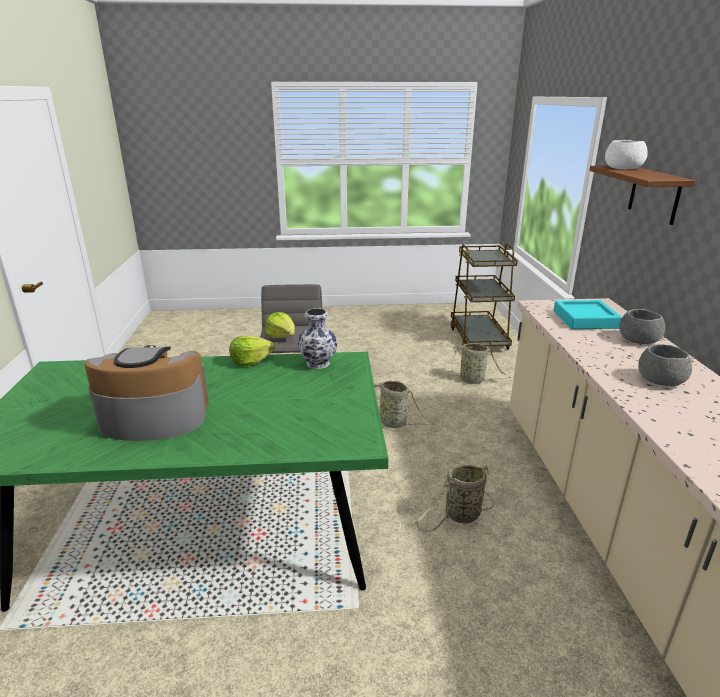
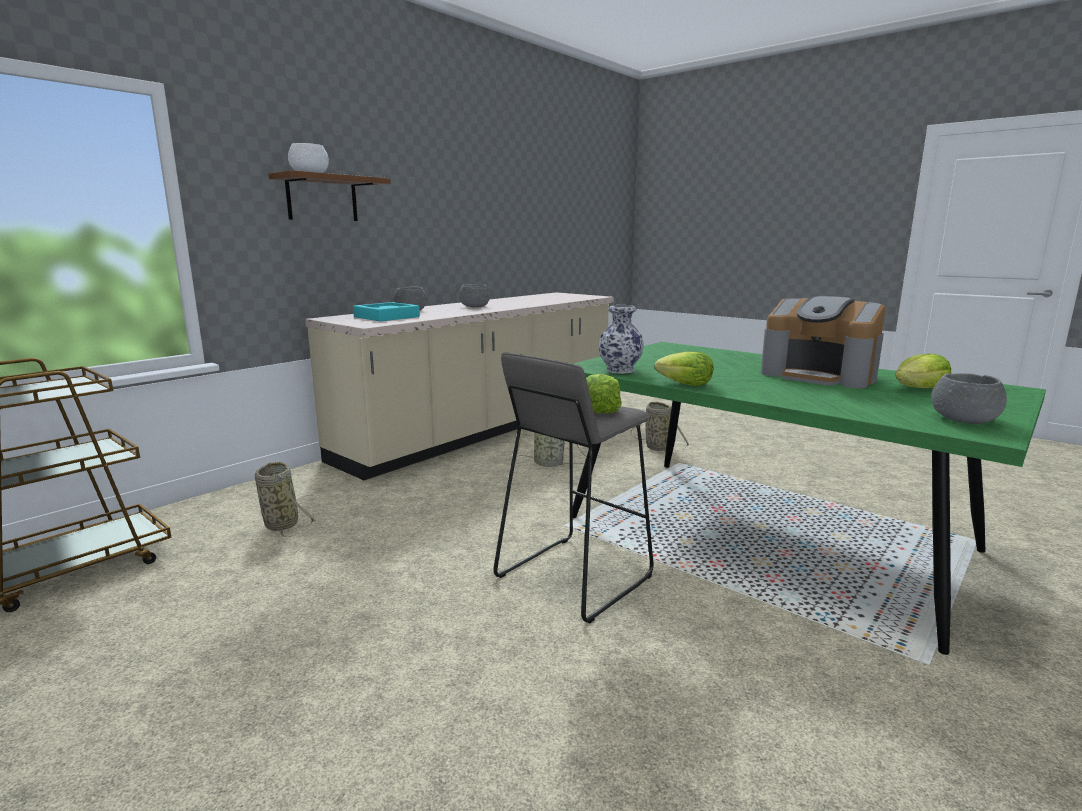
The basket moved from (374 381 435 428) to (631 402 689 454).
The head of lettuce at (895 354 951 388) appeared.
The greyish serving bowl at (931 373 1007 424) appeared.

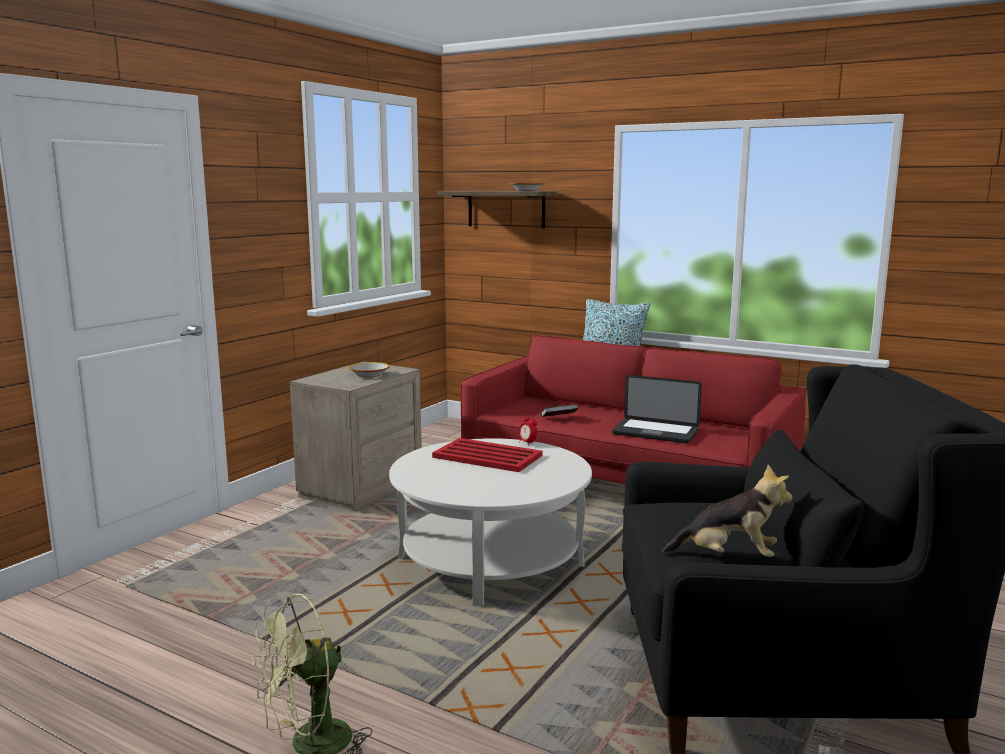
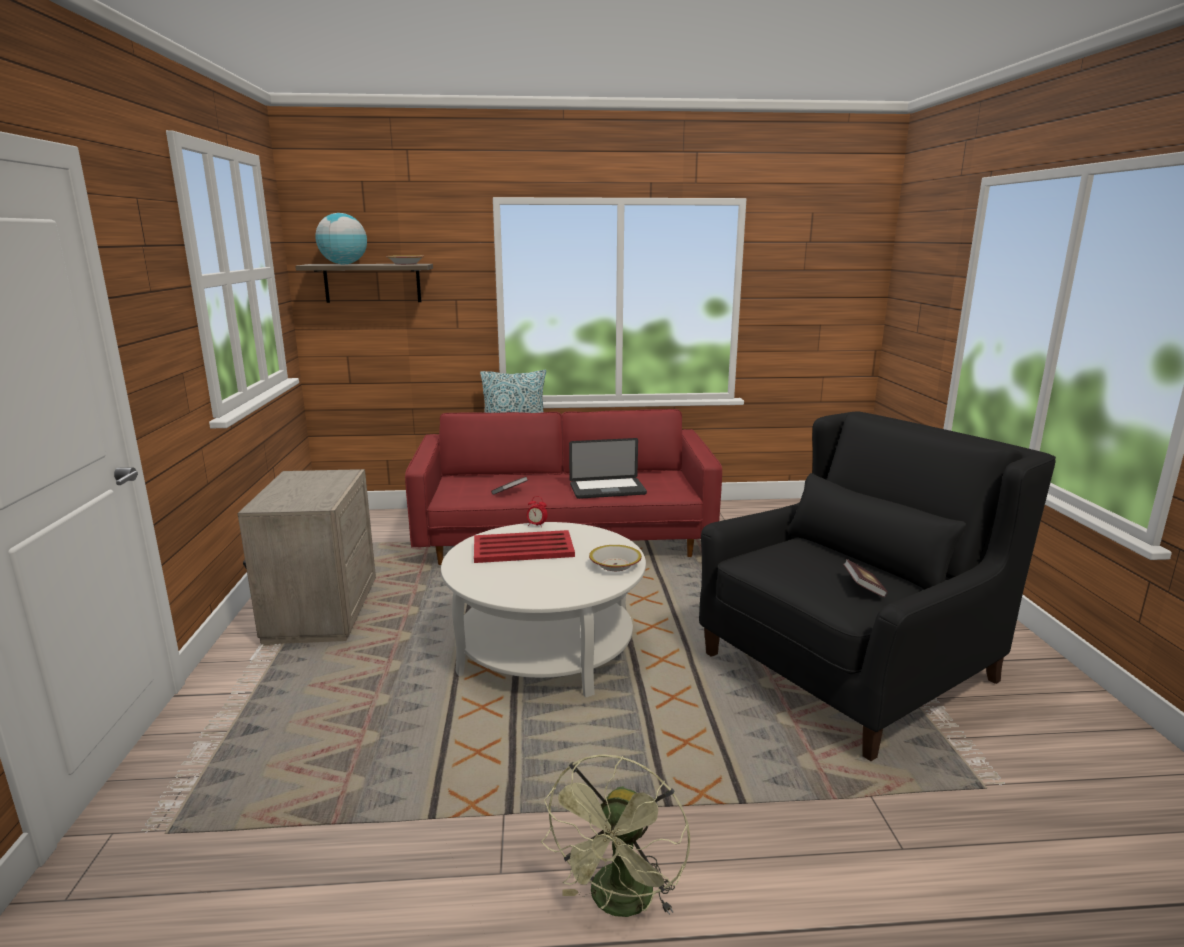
The serving bowl moved from (348 362 390 377) to (589 545 642 571).
The cuddly toy at (662 465 792 557) was replaced by the book at (843 559 888 597).
The globe at (315 213 367 264) appeared.

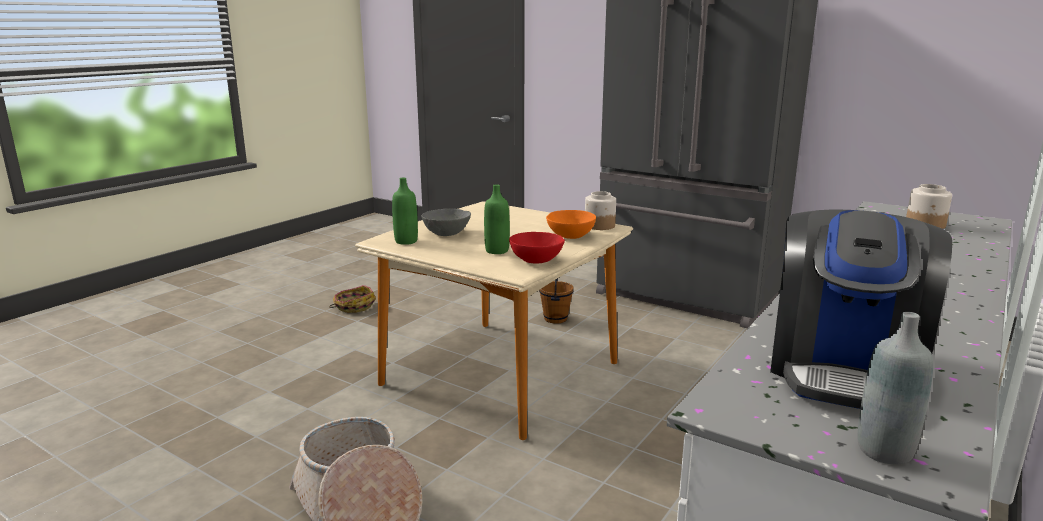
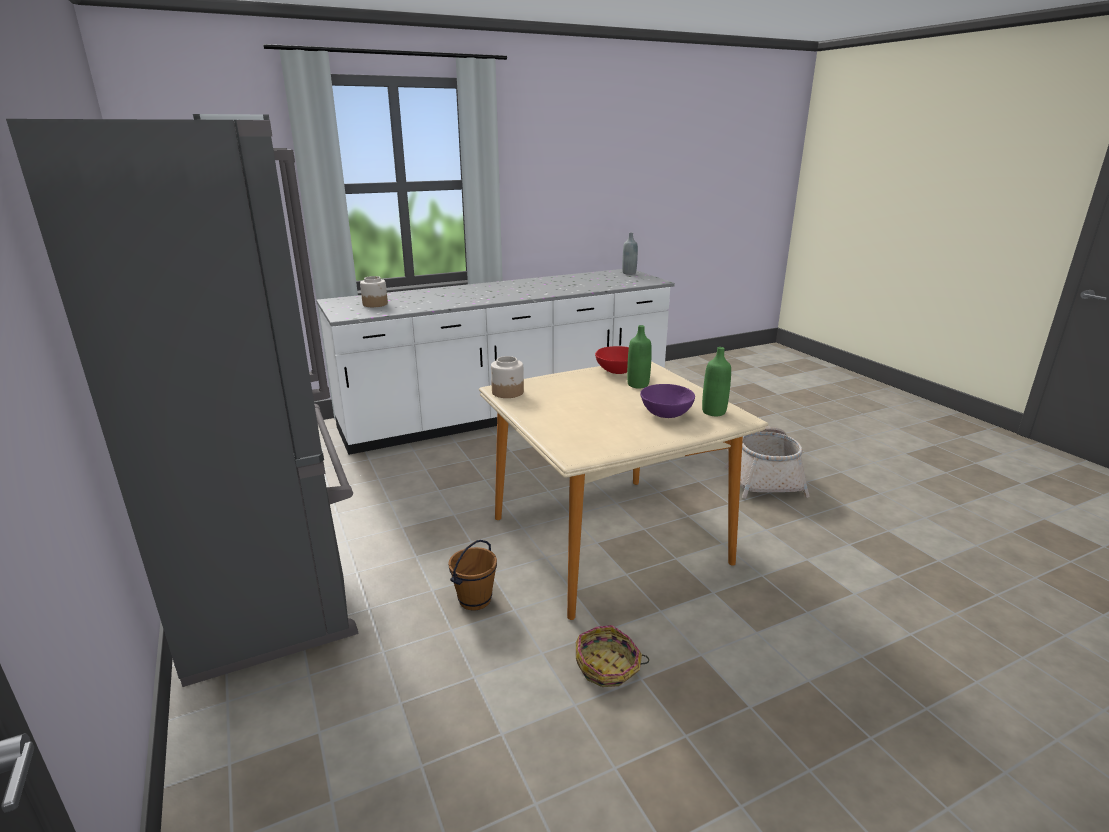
The basket moved from (329 285 376 313) to (576 625 649 687).
The greyish serving bowl at (422 209 471 236) became the purple serving bowl at (640 384 695 418).
The orange serving bowl at (546 210 596 239) disappeared.
The coffee machine at (770 209 952 409) disappeared.

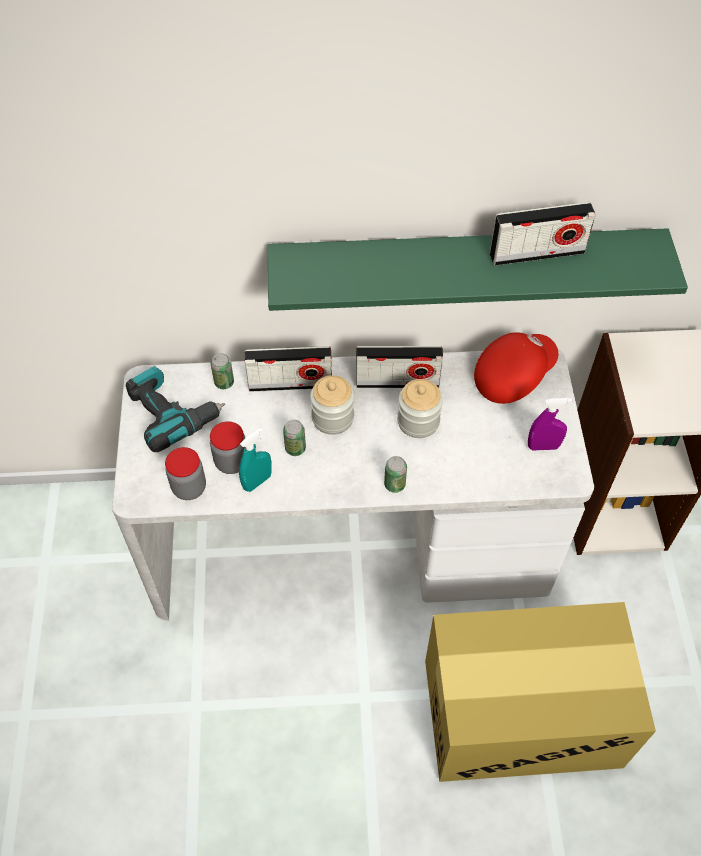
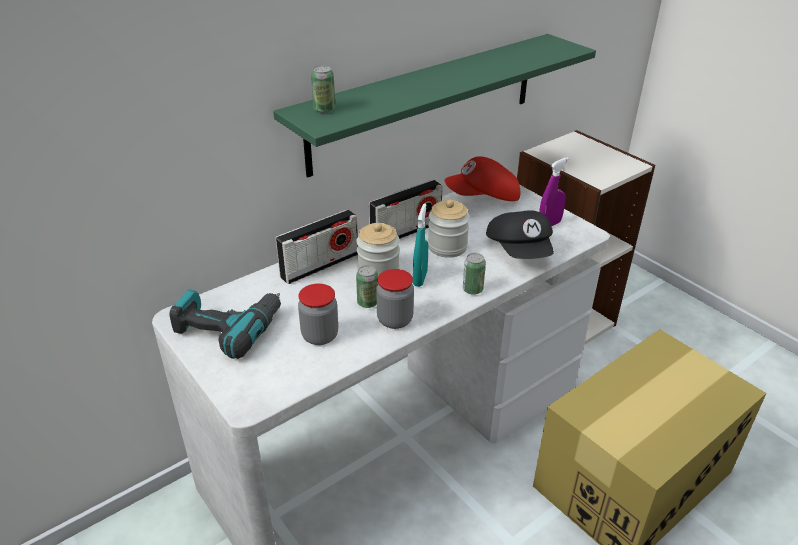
The jar moved from (165 447 206 500) to (376 269 414 329).
The metal can moved from (211 353 234 389) to (311 66 335 113).
The turquoise-coloured sprayer moved from (239 428 272 492) to (413 203 428 287).
The red-coloured baseball cap at (474 332 558 404) turned 120 degrees counterclockwise.
The radio set at (490 202 596 266) disappeared.
The black baseball cap at (486 210 554 259) appeared.

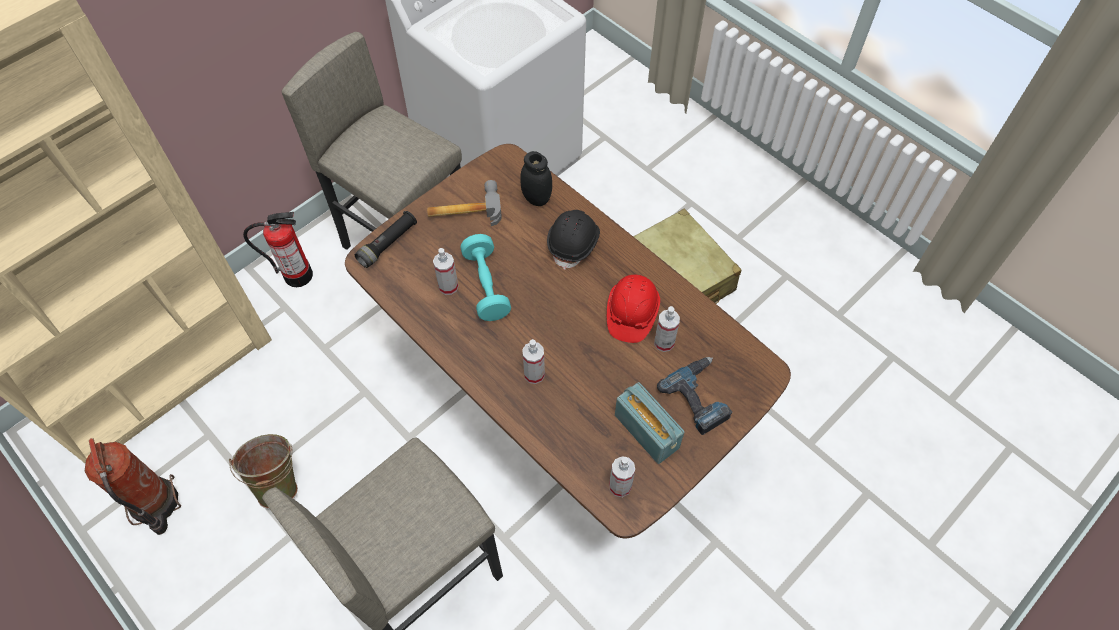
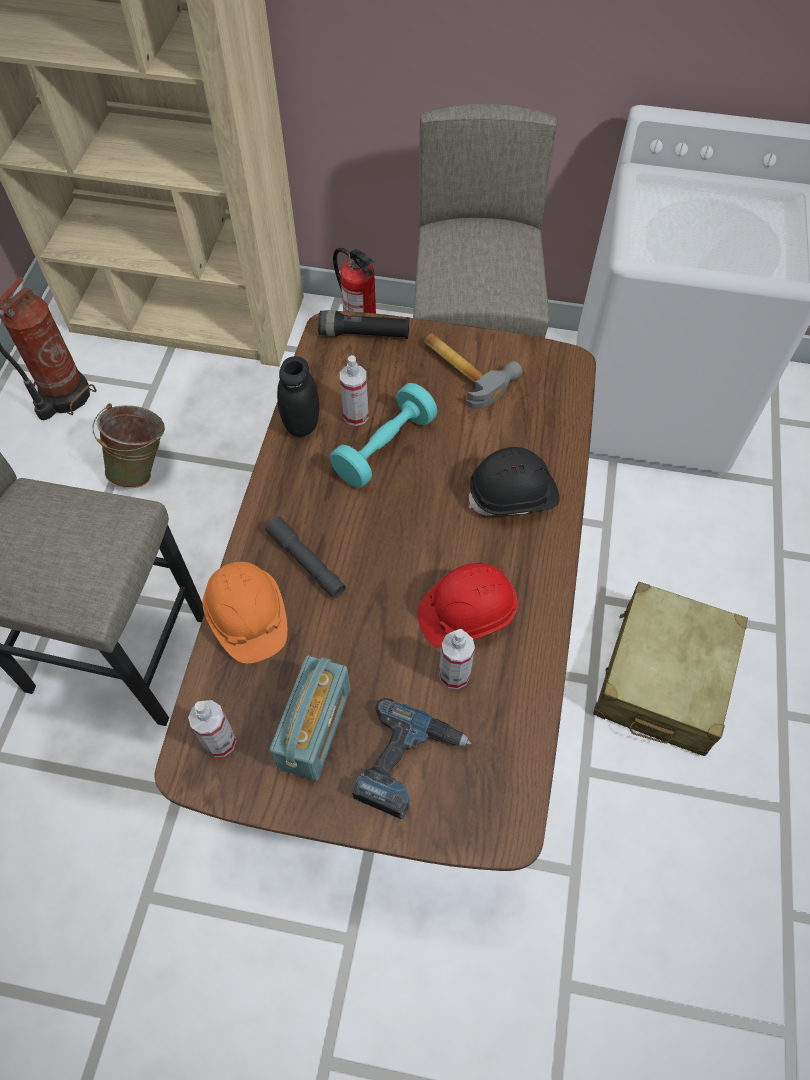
The black jar moved from (520 151 552 206) to (277 356 319 437).
The sprayer at (522 339 545 384) was replaced by the greyish torch at (265 516 346 598).
The orange safety helmet at (202 562 287 663) appeared.

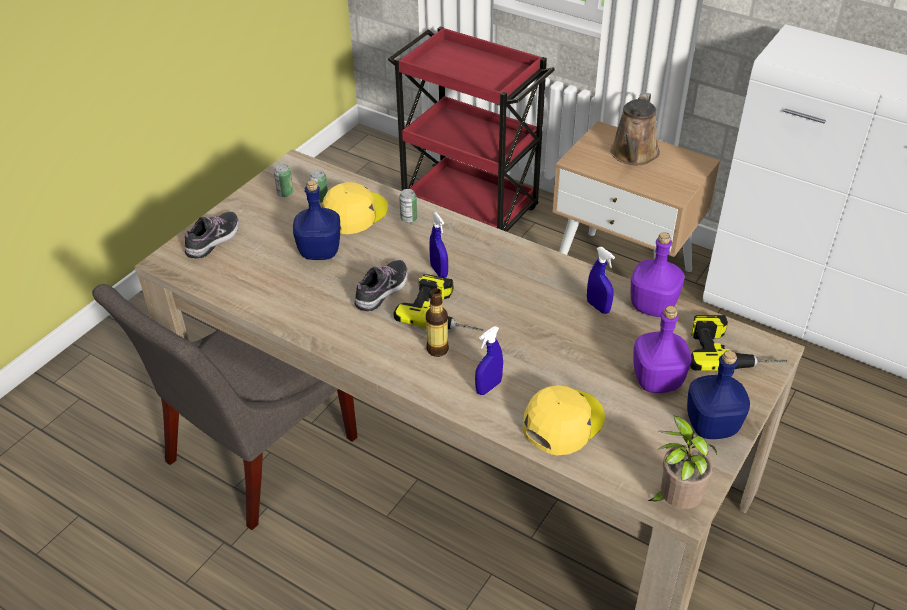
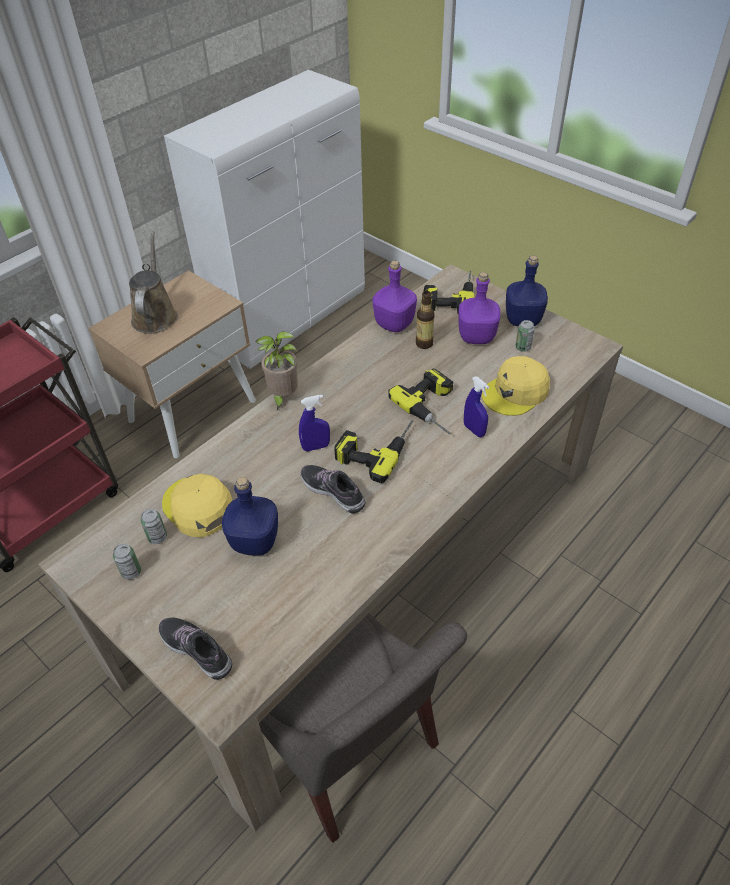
The metal can moved from (399 189 417 223) to (515 320 535 352).
The beverage bottle moved from (426 288 449 357) to (416 291 435 349).
The yellow baseball cap at (523 385 605 455) turned 90 degrees counterclockwise.
The bluish sprayer at (587 247 615 314) disappeared.
The brownish watering pot at (610 92 660 165) turned 120 degrees counterclockwise.
The houseplant moved from (648 416 717 509) to (256 332 298 410).
The power drill at (388 368 453 434) appeared.

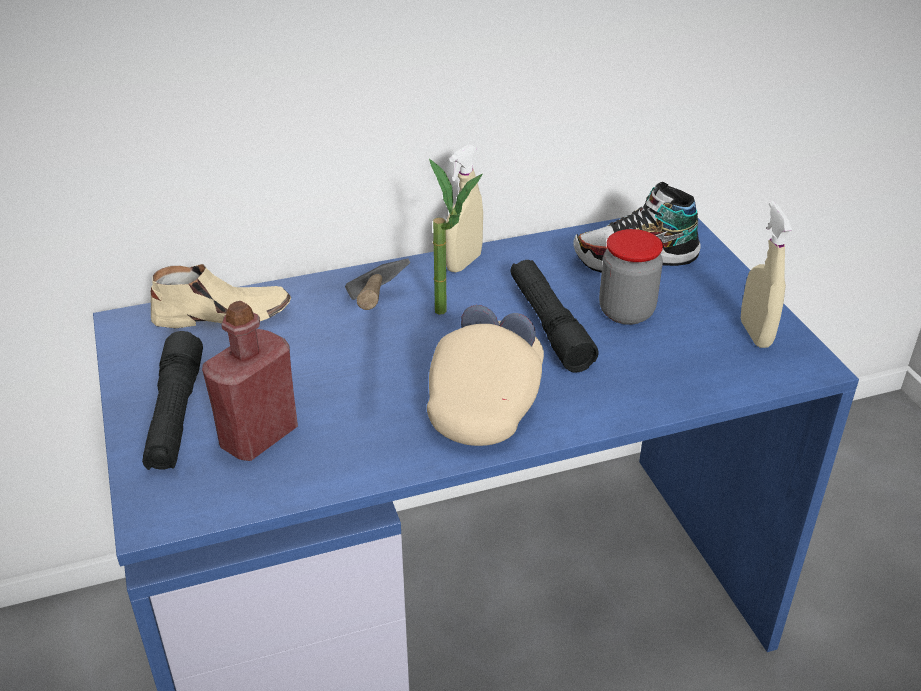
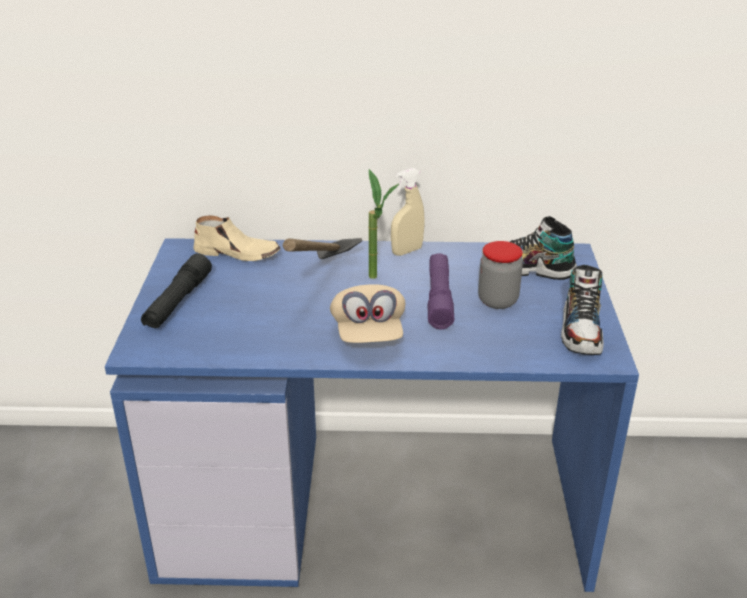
The red-coloured beverage bottle at (202 301 298 461) disappeared.
The beige baseball cap at (427 305 544 446) turned 135 degrees clockwise.
The black torch at (510 260 598 373) became the purple torch at (428 253 454 330).
The beige sprayer at (741 201 792 348) was replaced by the item of footwear at (561 265 604 355).

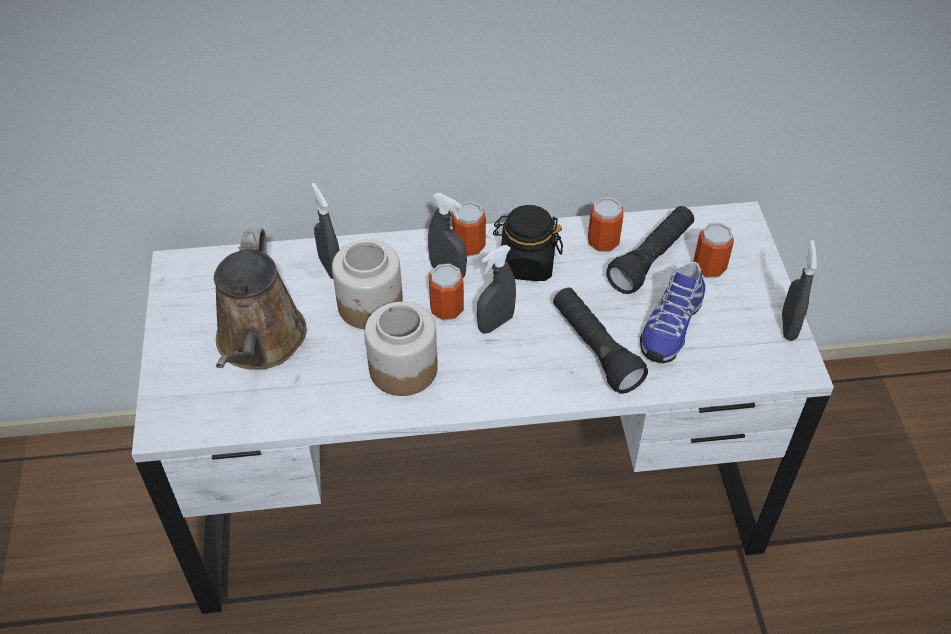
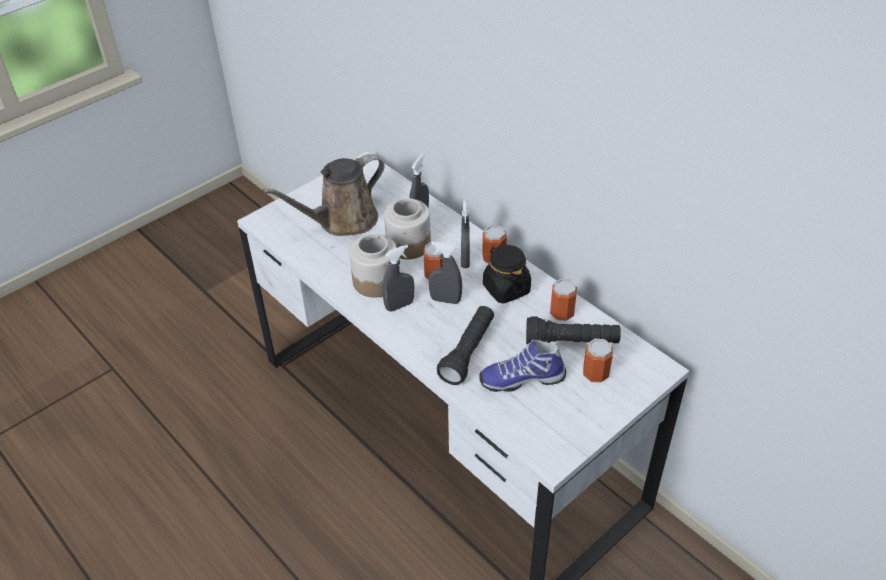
The greyish sprayer moved from (782 240 817 341) to (382 245 414 311).

